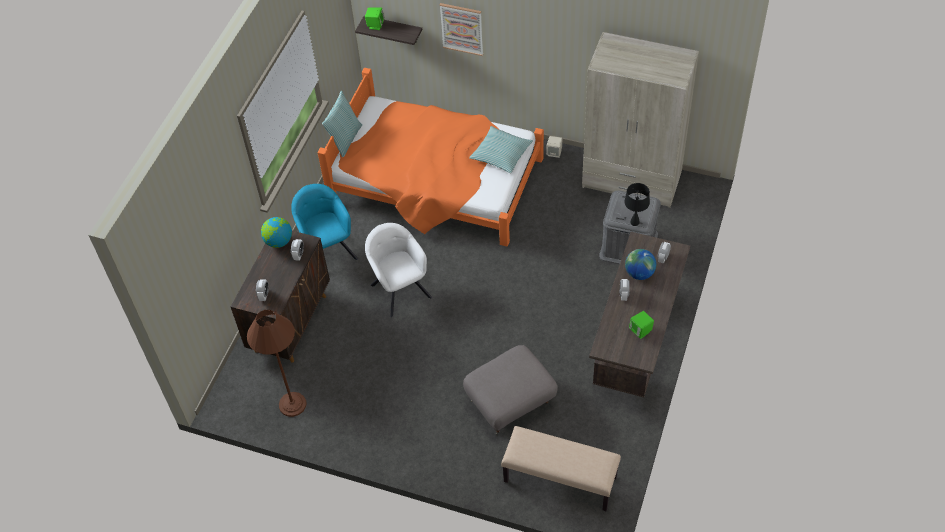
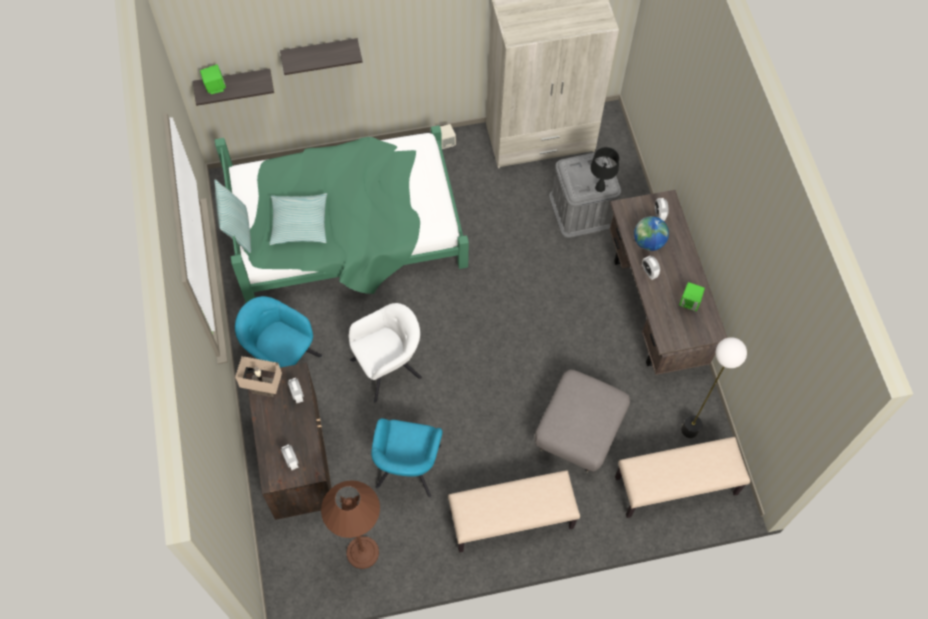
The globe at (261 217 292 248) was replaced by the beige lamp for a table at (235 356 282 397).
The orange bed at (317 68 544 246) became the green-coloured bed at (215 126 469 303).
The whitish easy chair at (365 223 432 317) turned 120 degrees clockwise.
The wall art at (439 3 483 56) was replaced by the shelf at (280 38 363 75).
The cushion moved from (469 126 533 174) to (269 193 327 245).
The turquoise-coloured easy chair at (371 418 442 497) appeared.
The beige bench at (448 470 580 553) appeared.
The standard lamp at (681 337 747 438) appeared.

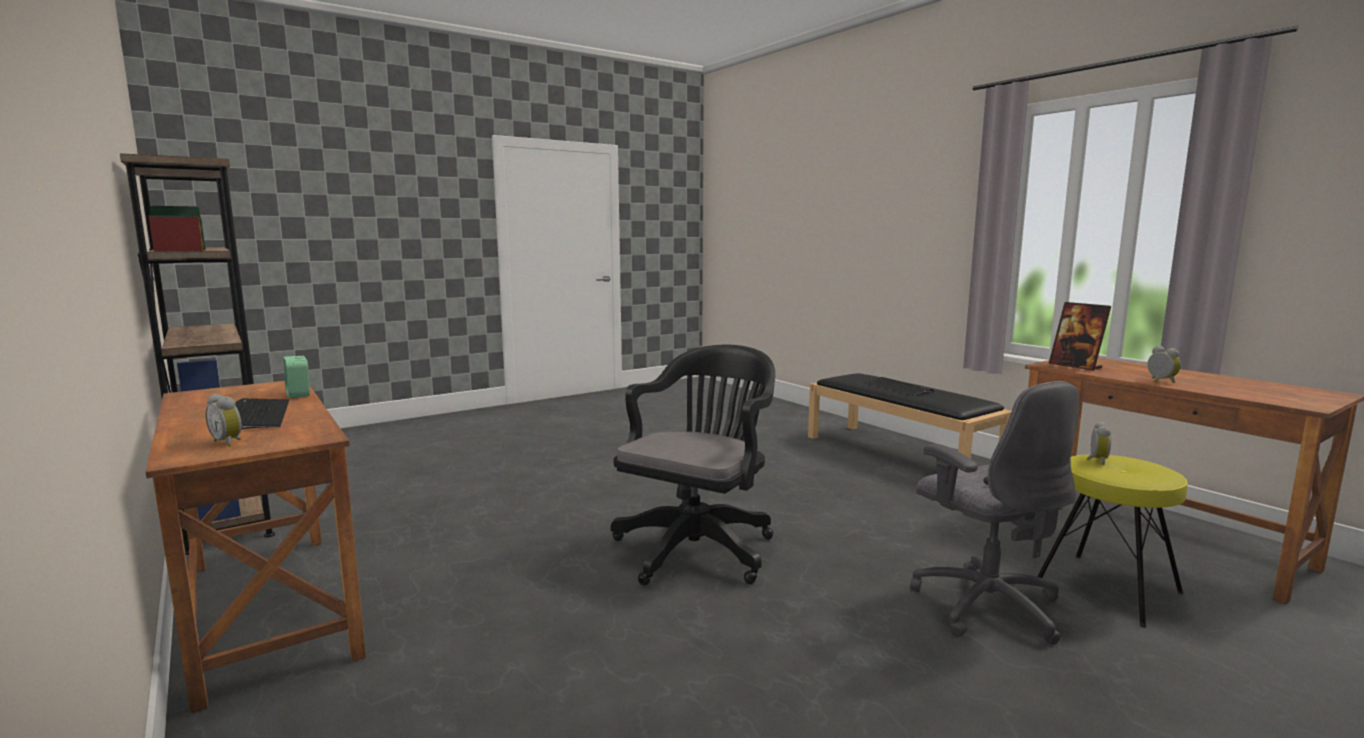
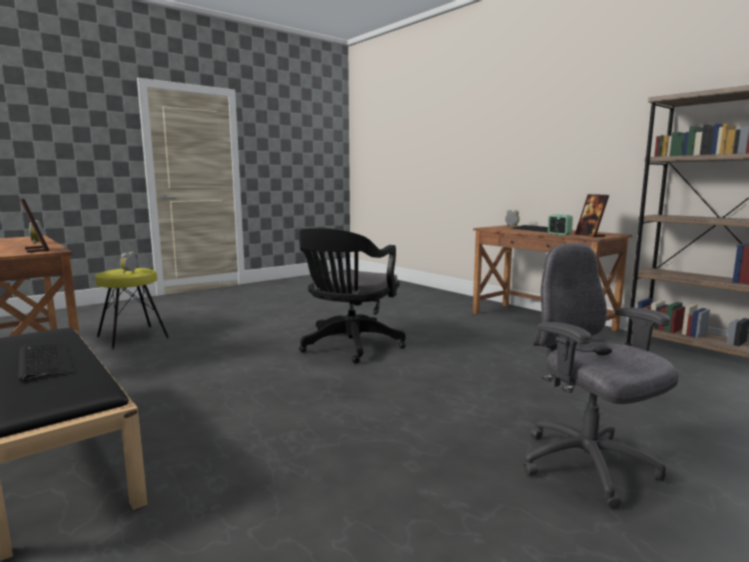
The greyish computer chair moved from (910 381 1079 645) to (524 243 679 509).
The picture frame at (575 194 609 237) appeared.

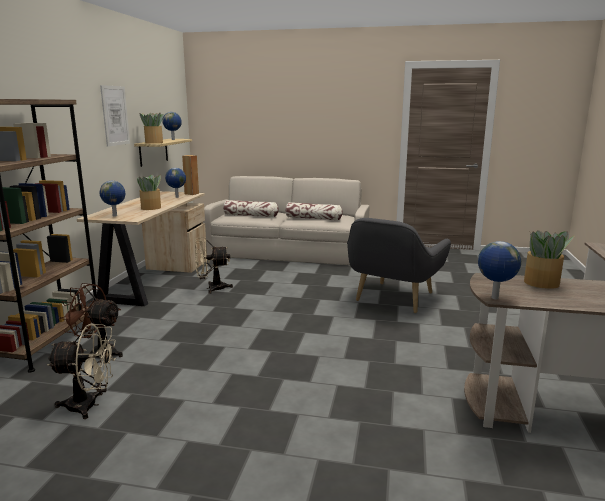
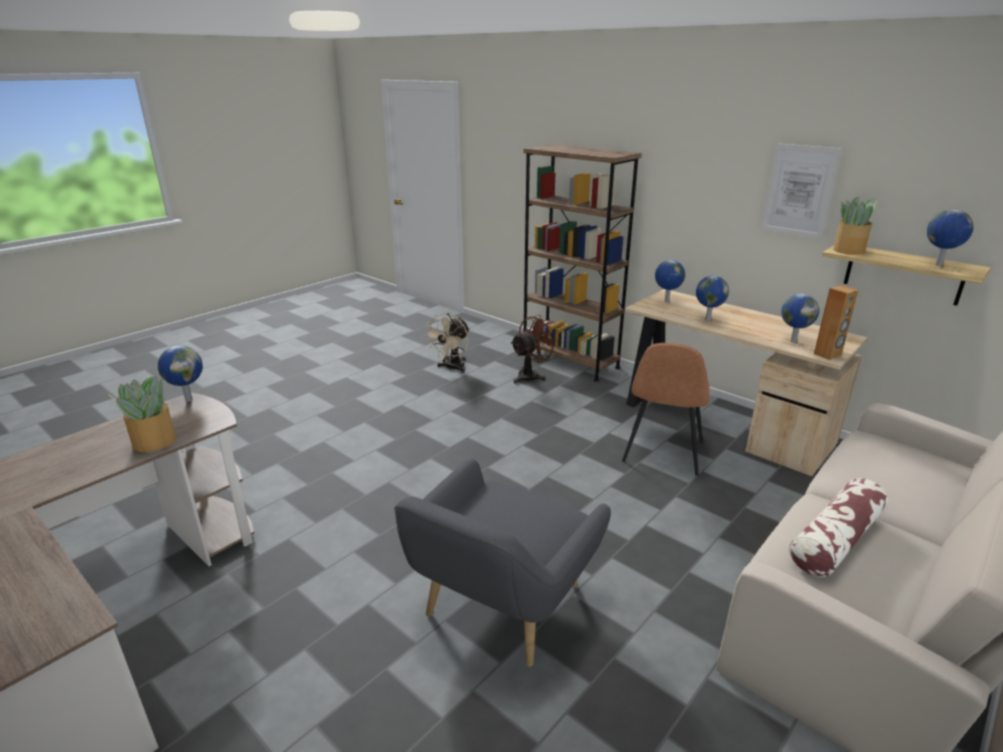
The houseplant at (137 174 161 210) was replaced by the globe at (696 276 729 321).
The beige cooling fan at (195 237 233 294) was replaced by the brownish plain chair at (622 343 710 476).
The cushion at (223 200 279 217) disappeared.
The greyish easy chair at (347 218 451 313) turned 120 degrees counterclockwise.

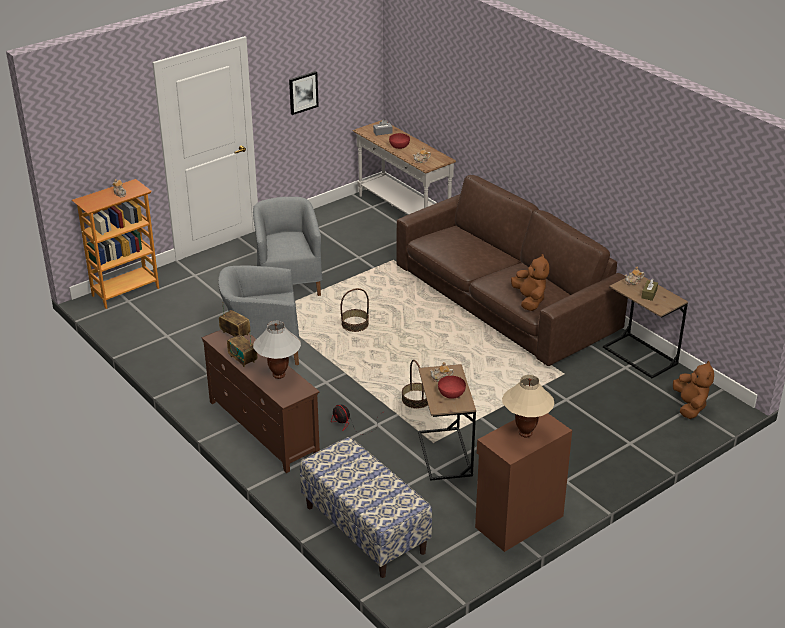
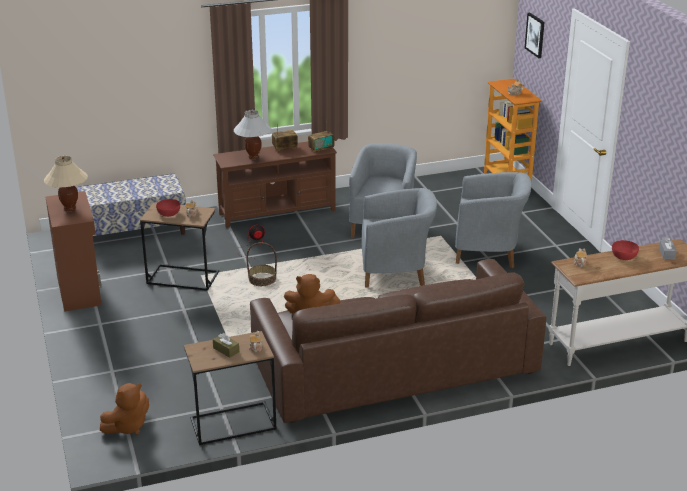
The wall art moved from (289 71 319 115) to (525 13 545 58).
The basket at (341 288 369 332) was replaced by the greyish easy chair at (361 188 437 287).
The brownish cuddly toy at (673 361 714 419) turned 60 degrees counterclockwise.

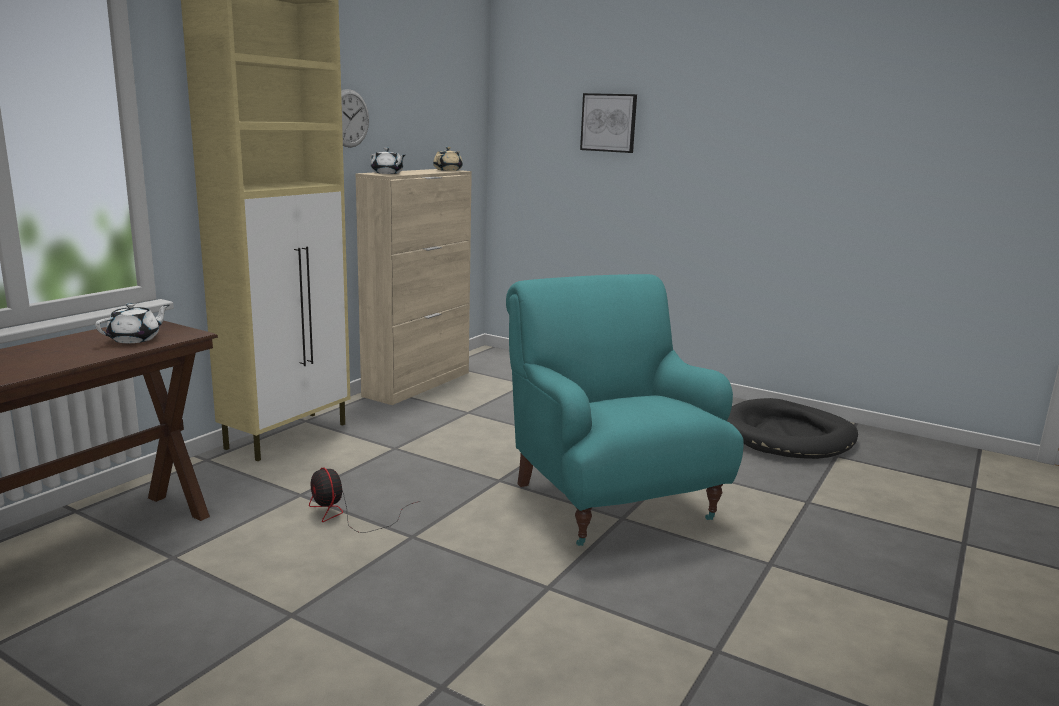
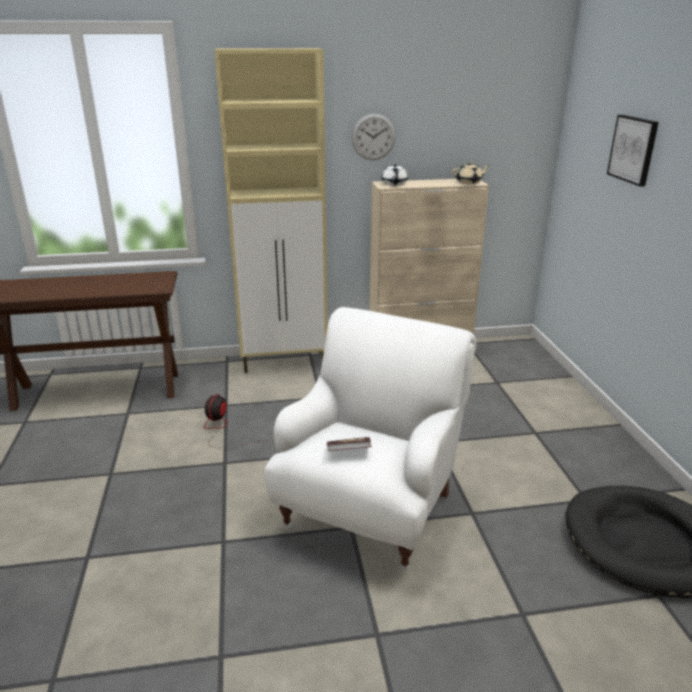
The whitish teapot at (95 303 169 343) disappeared.
The turquoise-coloured easy chair at (506 274 744 546) became the whitish easy chair at (265 307 476 571).
The book at (327 437 372 451) appeared.

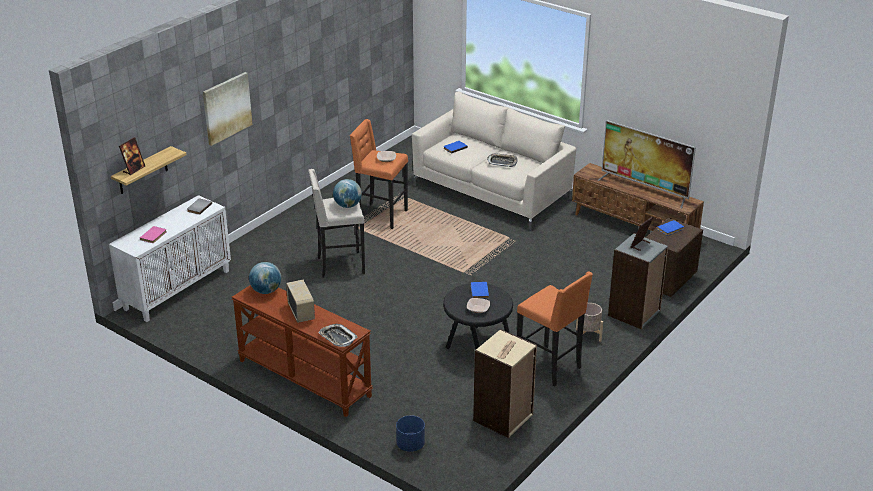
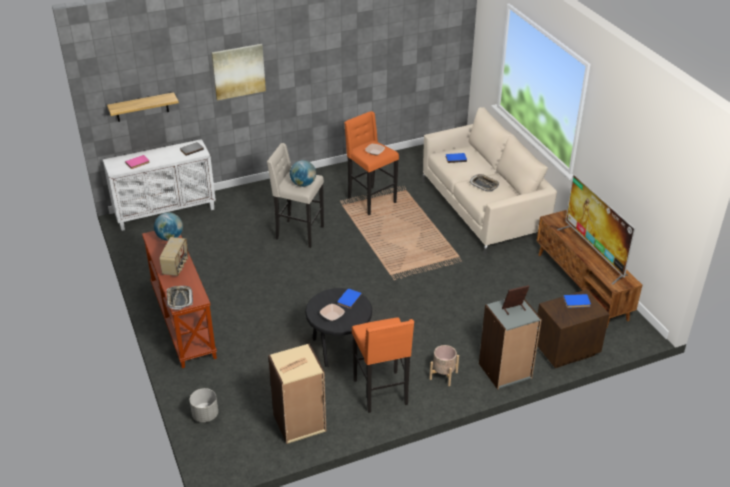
The picture frame at (119 137 145 175) disappeared.
The bluish flower pot at (396 415 425 452) became the greyish flower pot at (190 388 218 422).

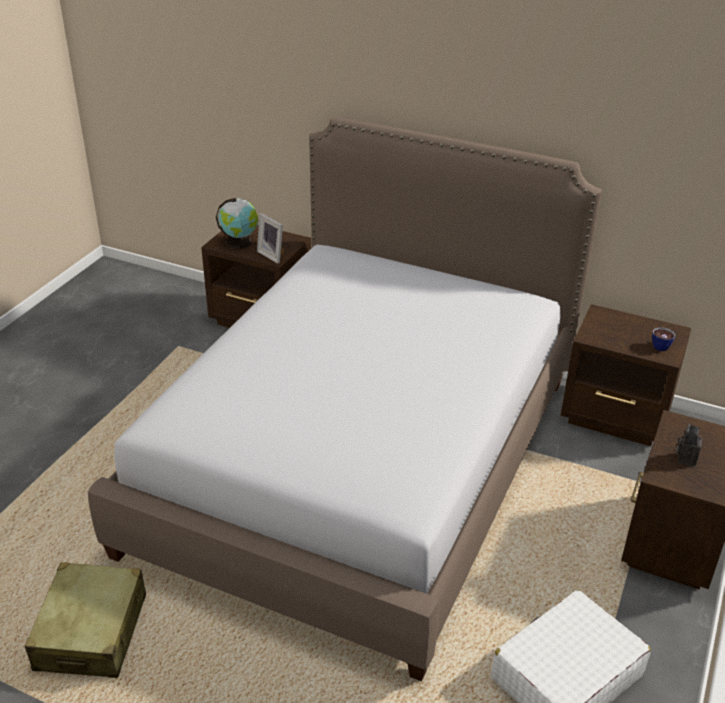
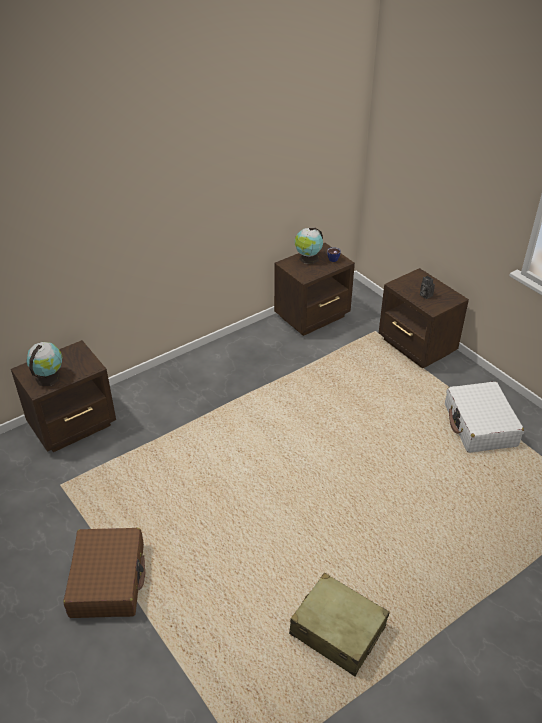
The bed at (88 117 602 682) disappeared.
The picture frame at (257 213 284 264) disappeared.
The brownish suitcase at (63 528 145 618) appeared.
The globe at (295 228 323 264) appeared.

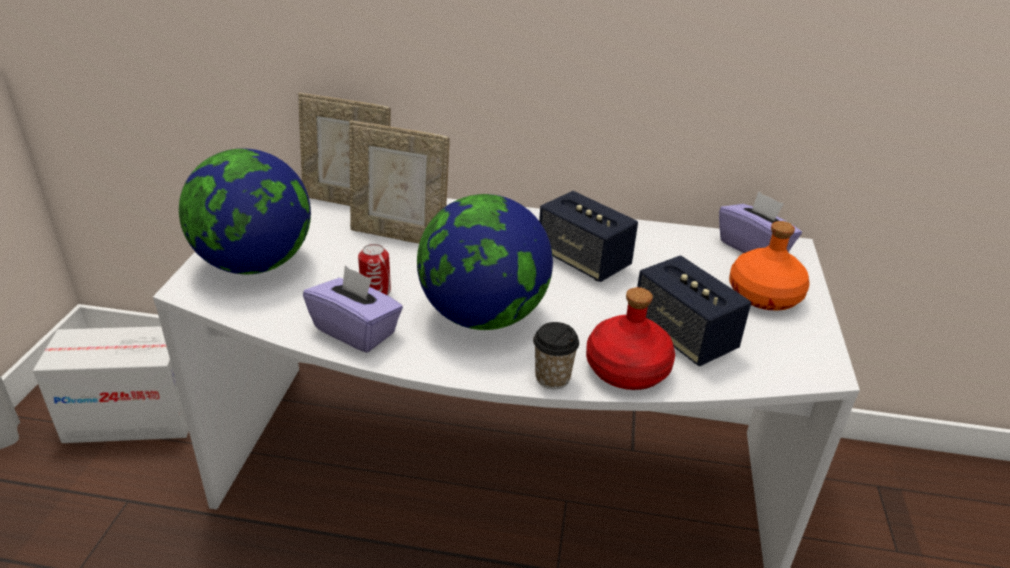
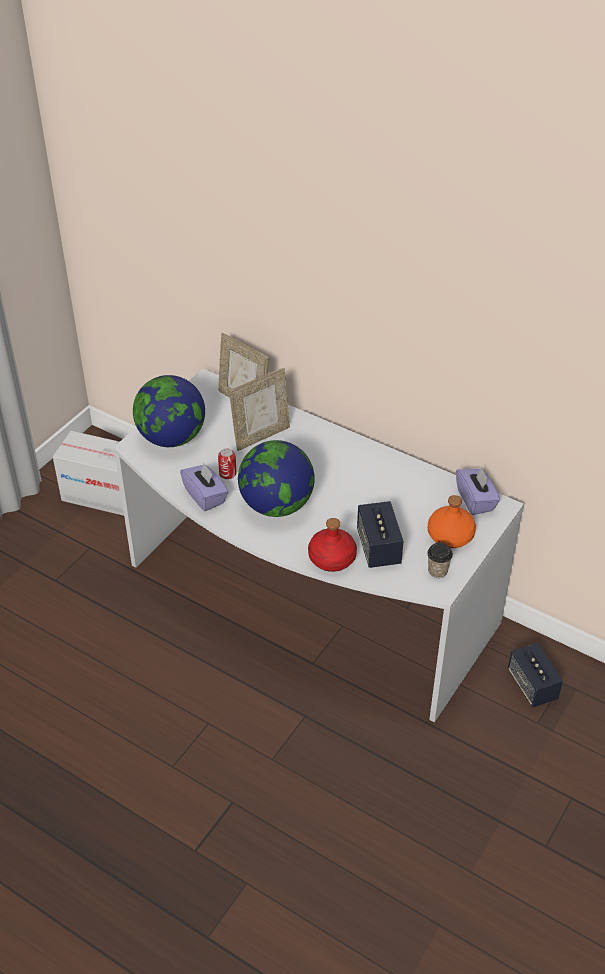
The picture frame at (349 120 450 244) turned 75 degrees counterclockwise.
The drinking cup moved from (533 322 579 389) to (427 542 453 578).
The speaker moved from (539 191 638 282) to (508 643 563 708).

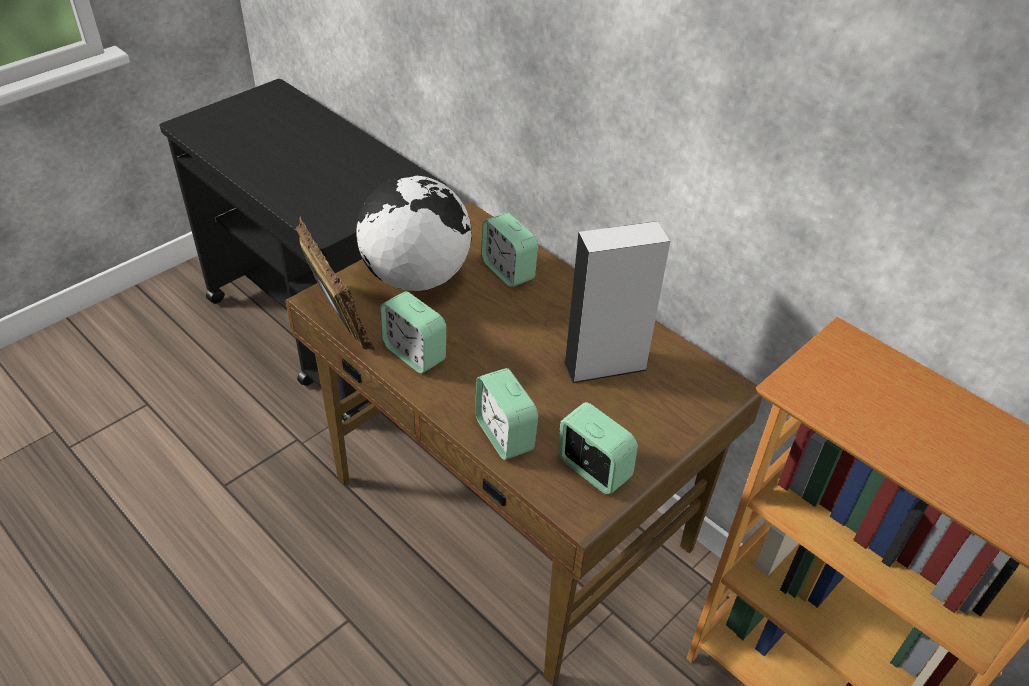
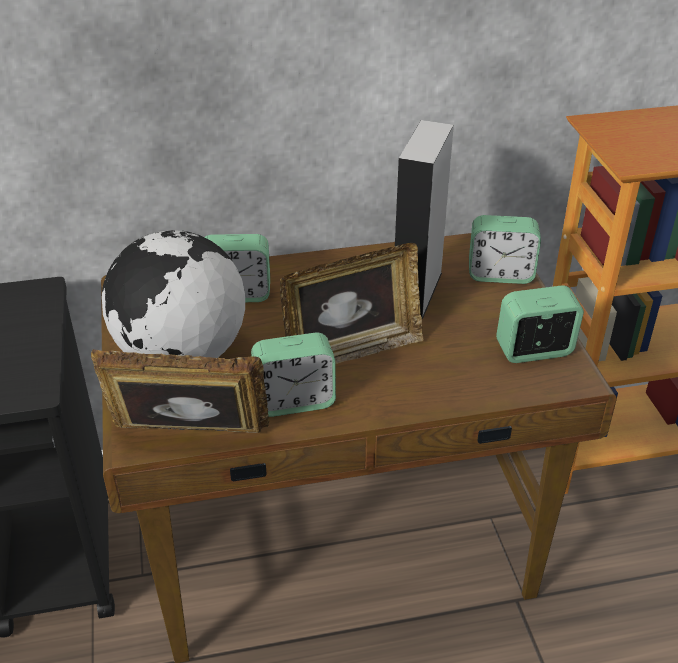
The bedside clock moved from (475 368 538 460) to (469 215 541 284).
The picture frame at (280 243 423 364) appeared.

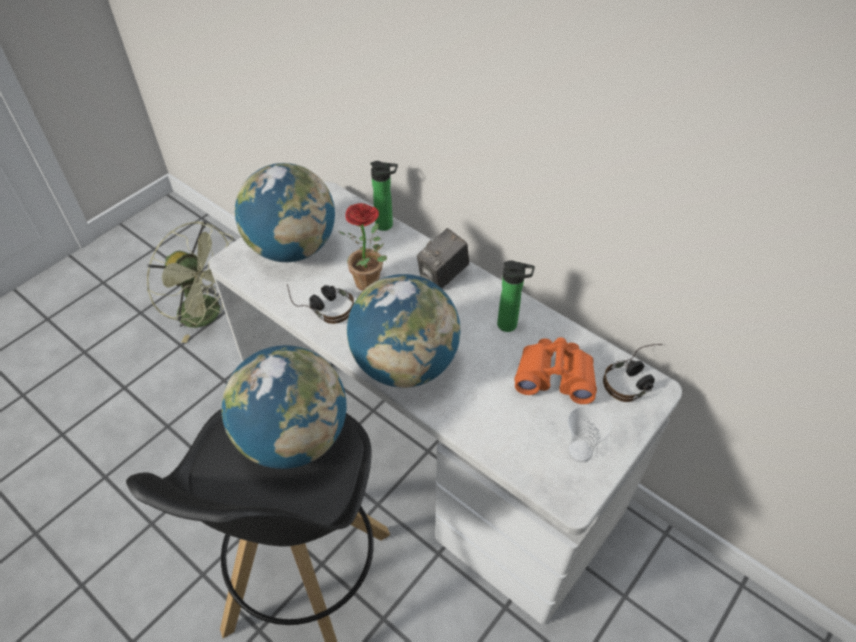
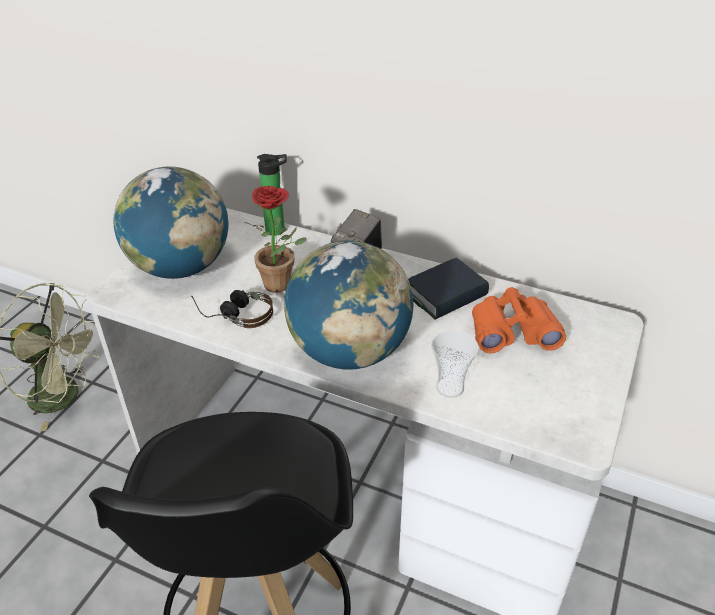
The globe at (221 345 347 469) disappeared.
The beverage bottle at (497 260 535 332) was replaced by the book at (408 258 489 319).
The drinking cup moved from (567 405 611 462) to (431 330 479 398).
The pair of headphones at (603 344 663 402) disappeared.

